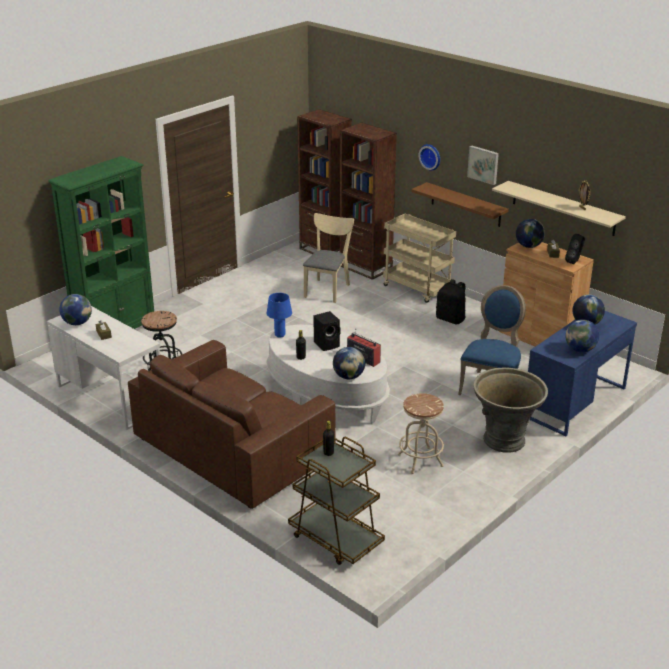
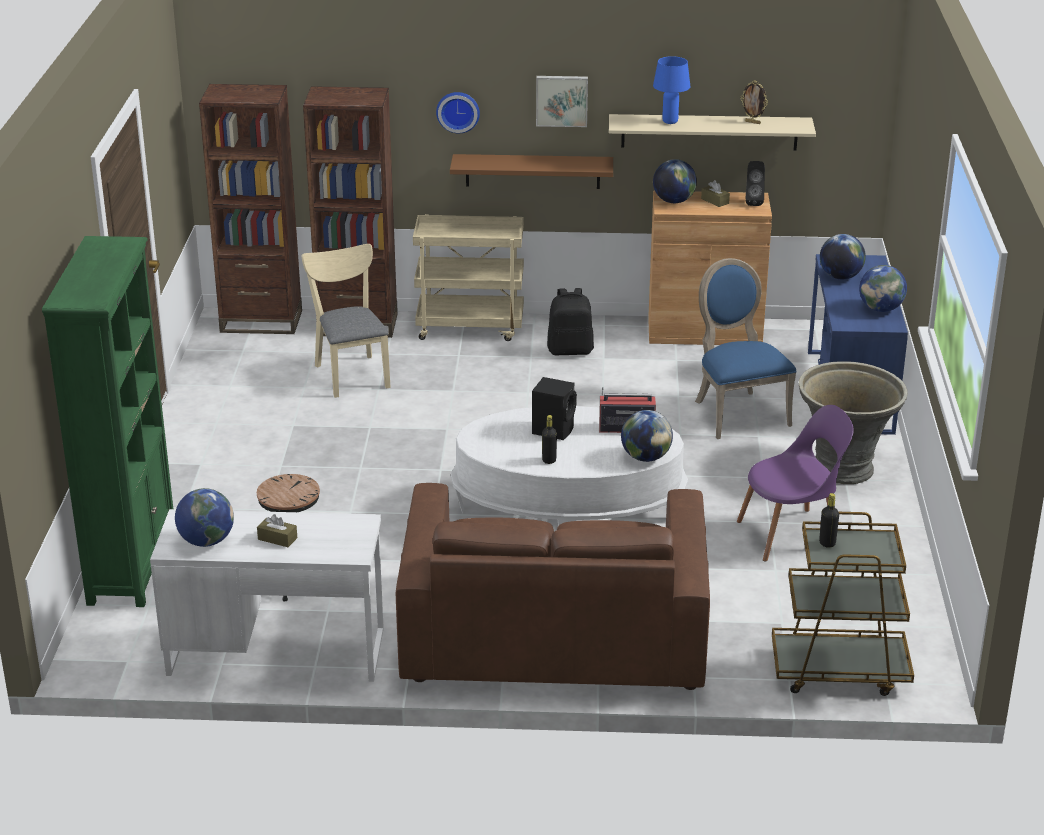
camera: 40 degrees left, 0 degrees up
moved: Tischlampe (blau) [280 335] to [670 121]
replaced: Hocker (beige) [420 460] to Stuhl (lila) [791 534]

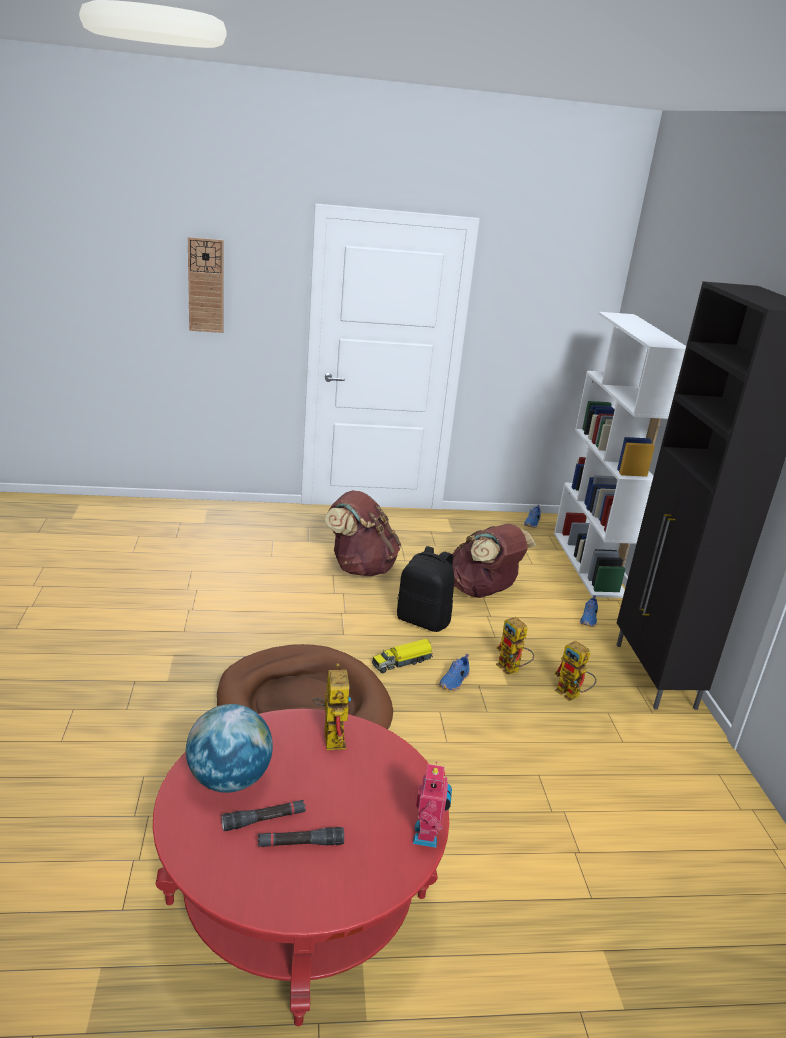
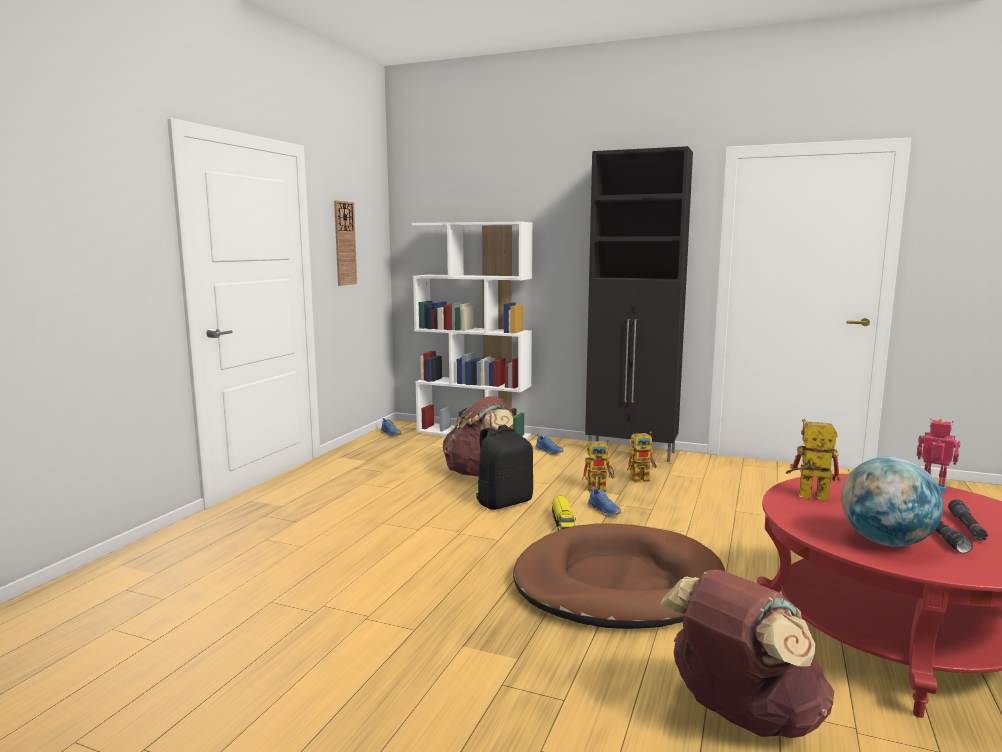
camera: 60 degrees left, 15 degrees down
moved: Wanduhr [206 285] to [345 243]; Rucksack (braun) [360 567] to [741 716]

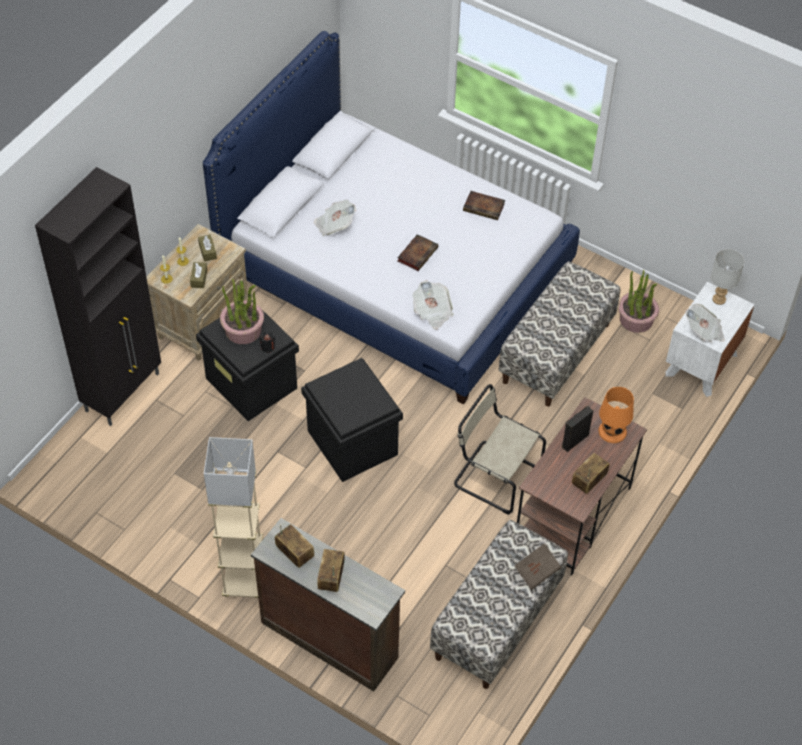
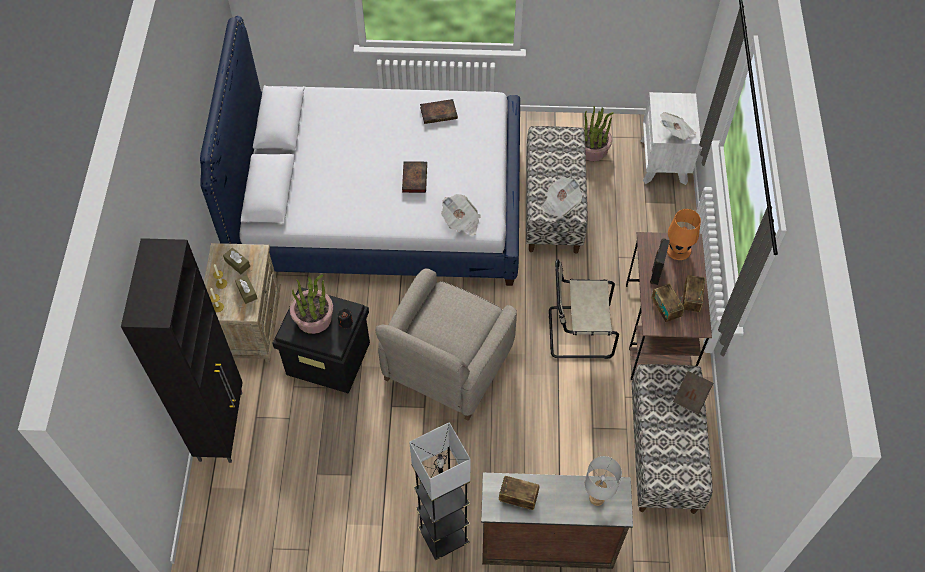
camera: 30 degrees left, 5 degrees up
moved: Zeitung [334 225] to [560 204]; Tischlampe (grau) [719 300] to [597 498]; Radio [331 577] to [665 309]
replaced: Aufbewahrungsbox (schwarz) [351 442] to Sessel (beige) [446 365]
recoloured: Stehlampe (beige) [244 582] to Stehlampe (schwarz) [443 537]

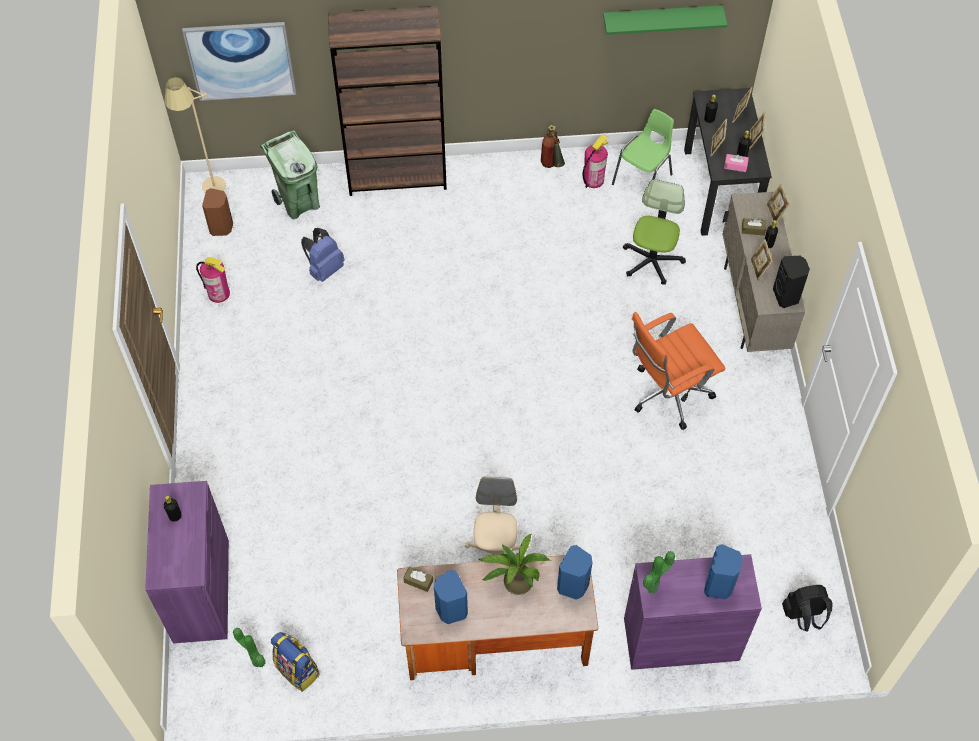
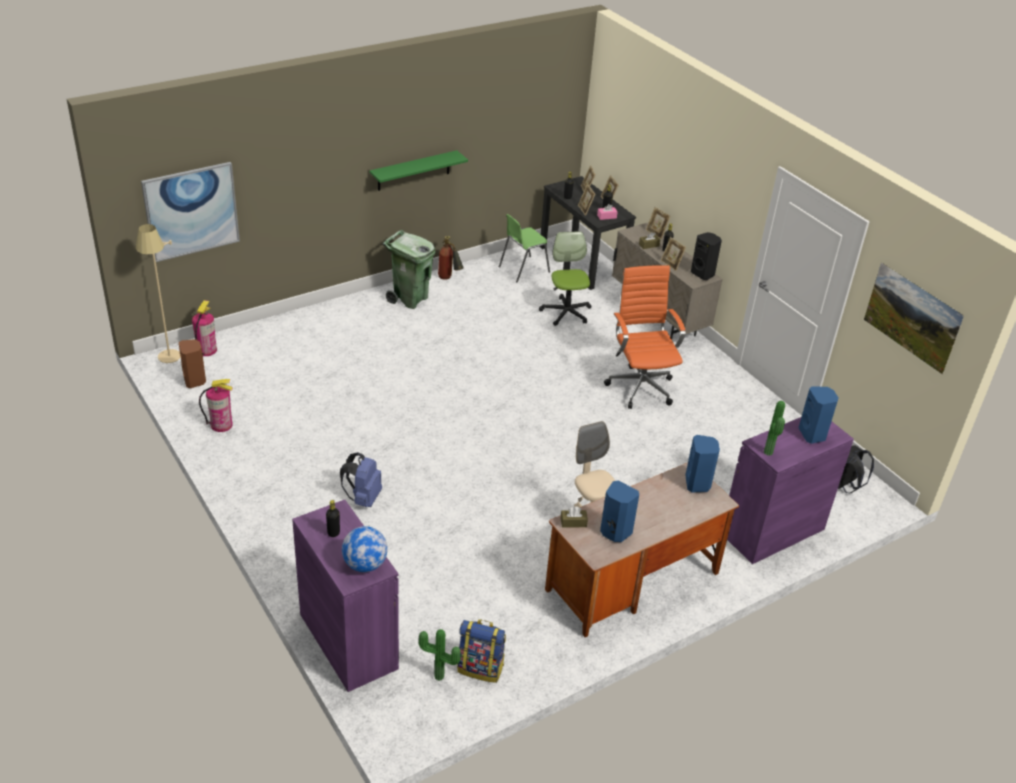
camera: 30 degrees left, 20 degrees down
removed: Bücherregal (braun) [397 177]; Topfpflanze [514 580]
added: Globus [365 565]; Bild [906 332]
moved: Feuerlöscher [593 179] to [206 350]; Rucksack (blau) [324 269] to [363 498]; Wandregal (grün) [661 19] to [414 171]; Mülleimer (grün) [299 203] to [410 299]
turned: Stuhl (grün) [643 179] = [523 269] 135 degrees counterclockwise; Bürostuhl (orange) [667 395] = [640 386] 135 degrees clockwise

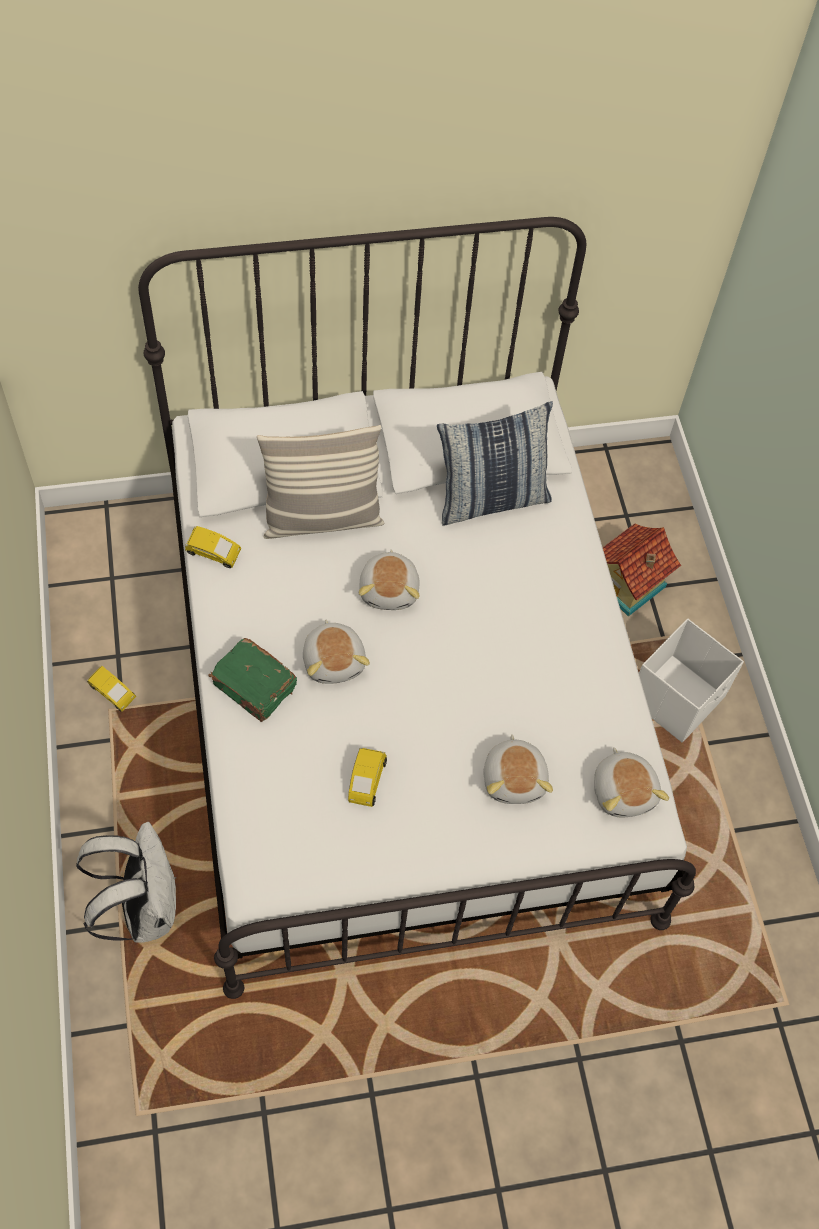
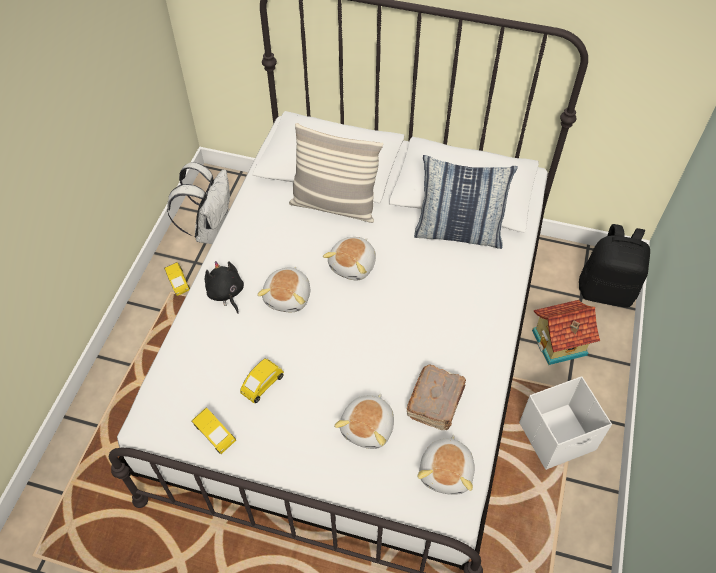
camera: 30 degrees right, 5 degrees down
added: Buch (braun) [436 402]; Rucksack (schwarz) [606 290]
moved: Rucksack (weiß) [143 908] to [211 230]; Spielzeugauto (gelb) [213 554] to [214 435]
replaced: Buch (grün) [254 687] to Plüschtier (schwarz) [226 293]

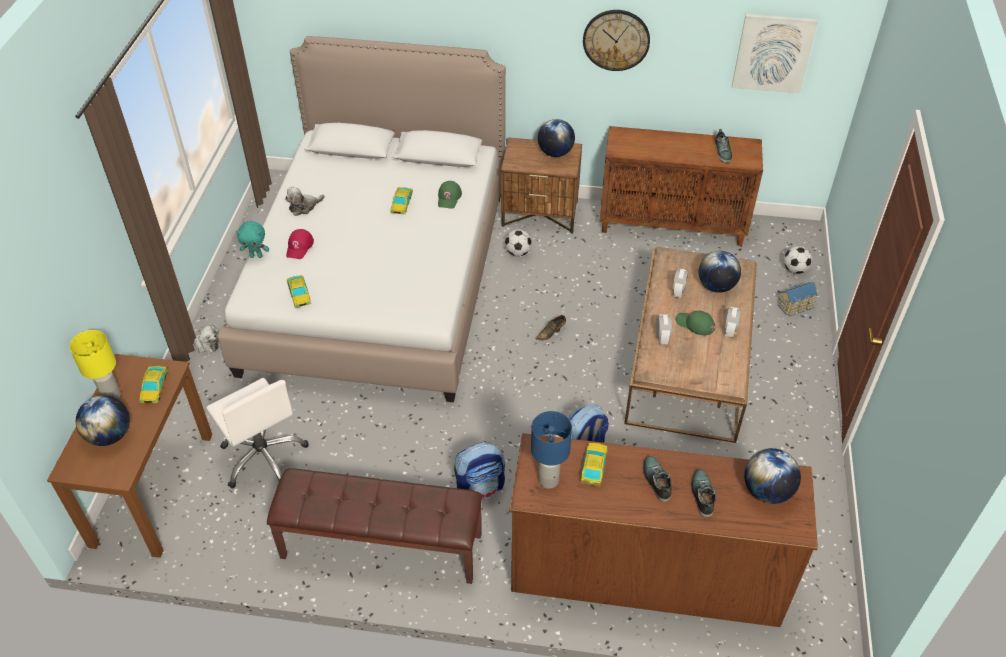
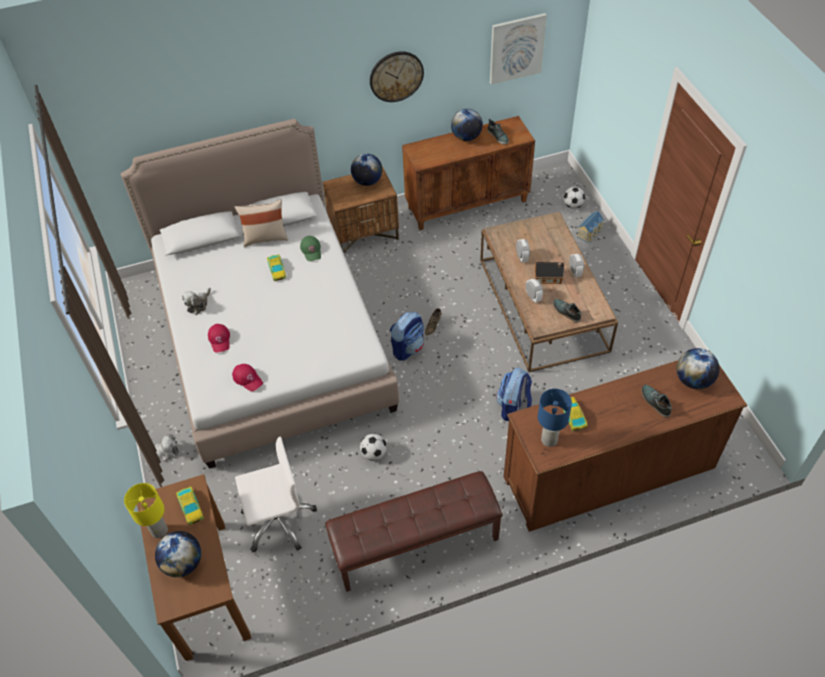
camera: 25 degrees left, 5 degrees up
removed: Plüschtier (türkis) [256 256]
added: Kissen (beige) [265 238]
moved: Fußball [518 252] to [374 453]; Rucksack [480 487] to [408 348]; Globus [716 286] to [466 137]; Schuh [656 480] to [566 312]
replaced: Spielzeugauto [299 294] to Kappe (rot) [248 378]; Kappe (grün) [695 324] to Spielzeughaus [549 277]
turned: Bürostuhl (weiß) [264 456] = [278 520] 45 degrees counterclockwise

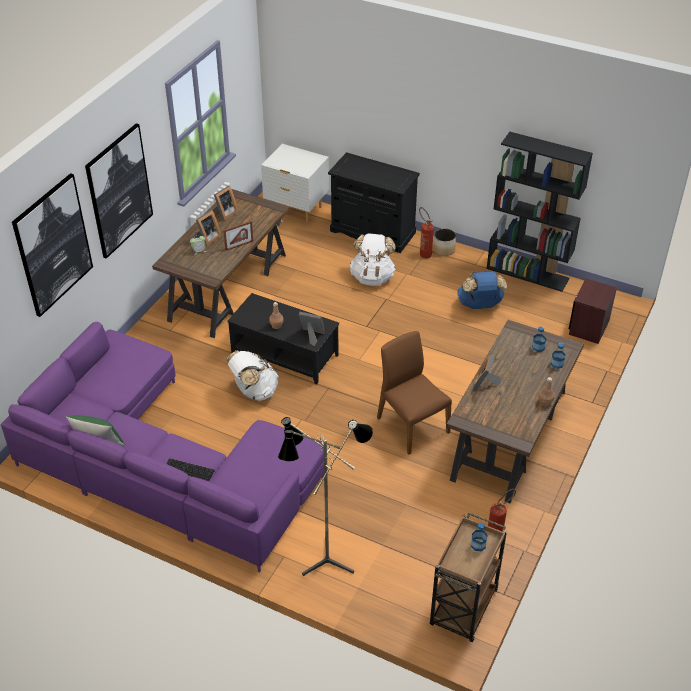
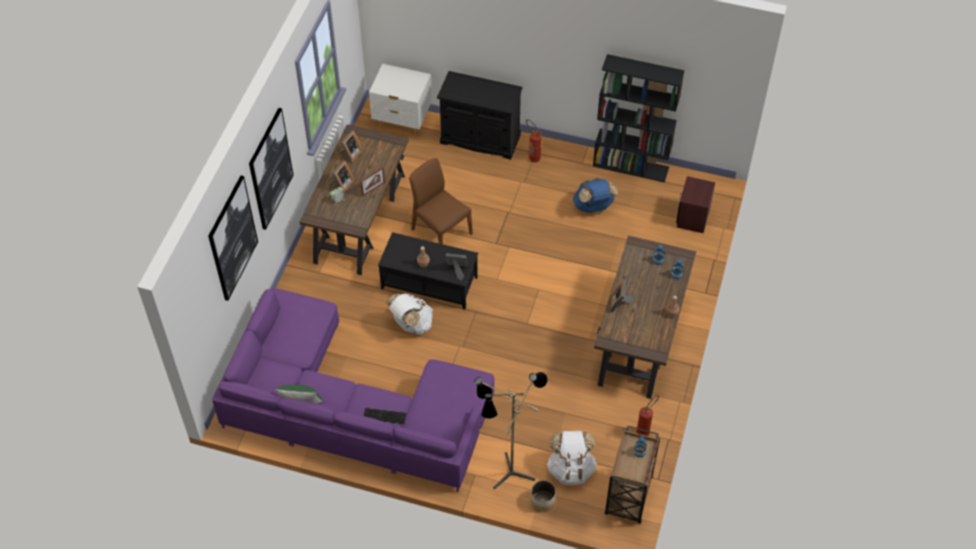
camera: 10 degrees left, 10 degrees up
moved: Stuhl (braun) [411 425] to [440 231]; Pflanzkübel [443 250] to [543 501]; Rucksack (weiß) [372 277] to [571 469]

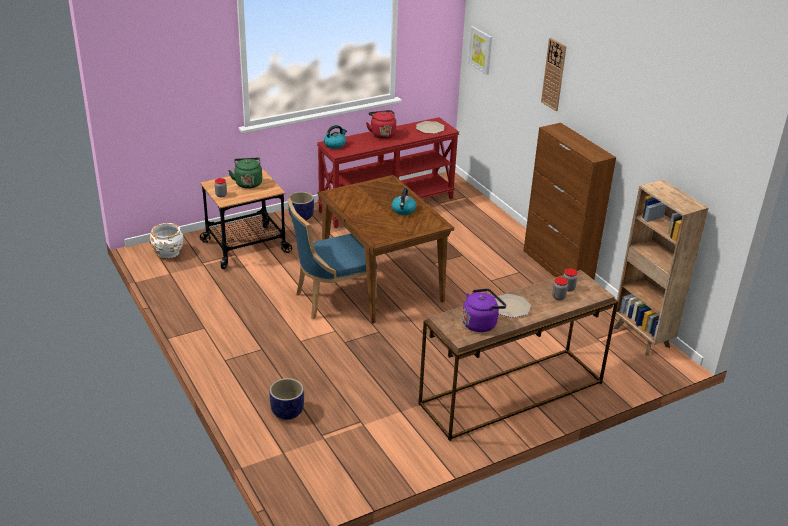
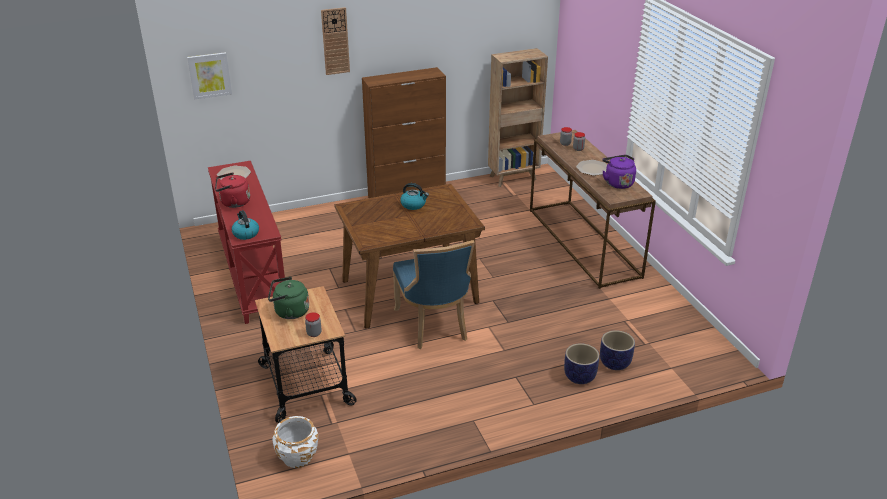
camera: 80 degrees left, 0 degrees up
moved: Pflanzkübel [301 217] to [579 377]

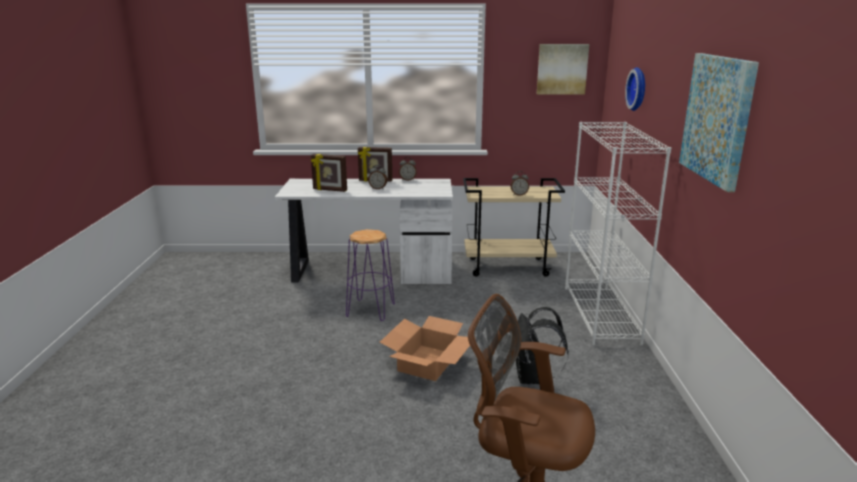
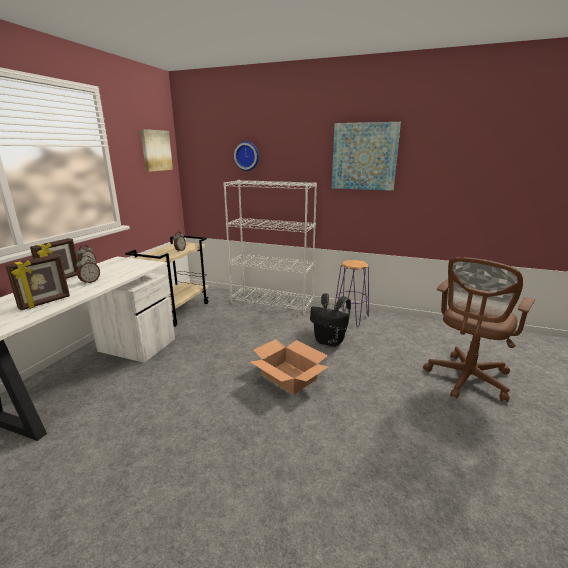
camera: 70 degrees left, 0 degrees up
moved: Hocker (lila) [370 310] to [350 318]

